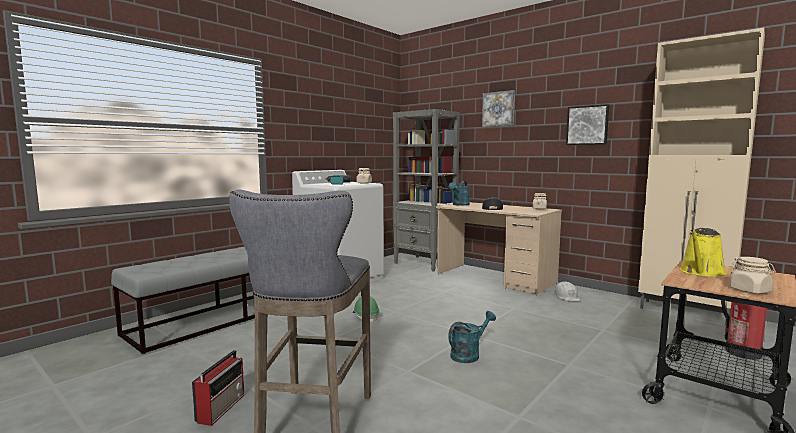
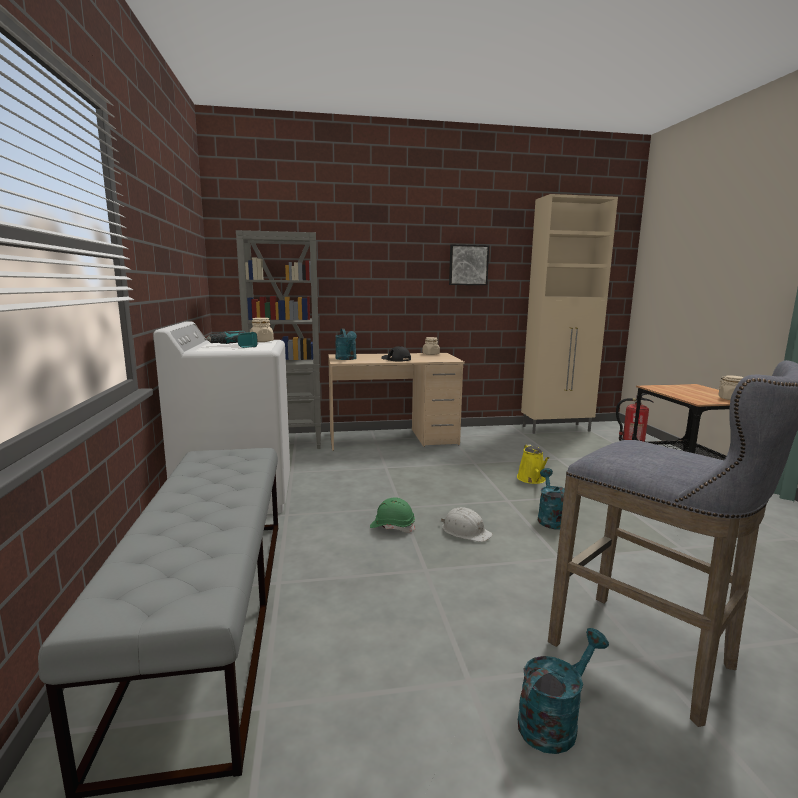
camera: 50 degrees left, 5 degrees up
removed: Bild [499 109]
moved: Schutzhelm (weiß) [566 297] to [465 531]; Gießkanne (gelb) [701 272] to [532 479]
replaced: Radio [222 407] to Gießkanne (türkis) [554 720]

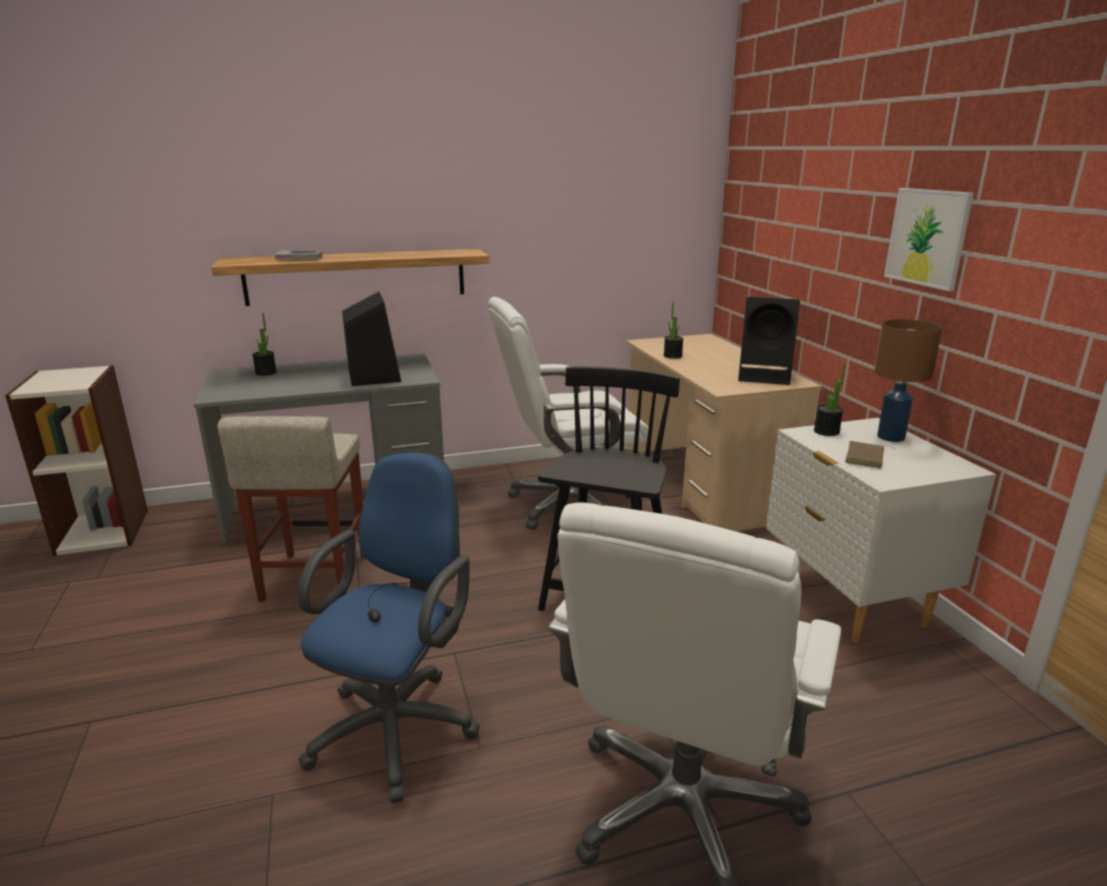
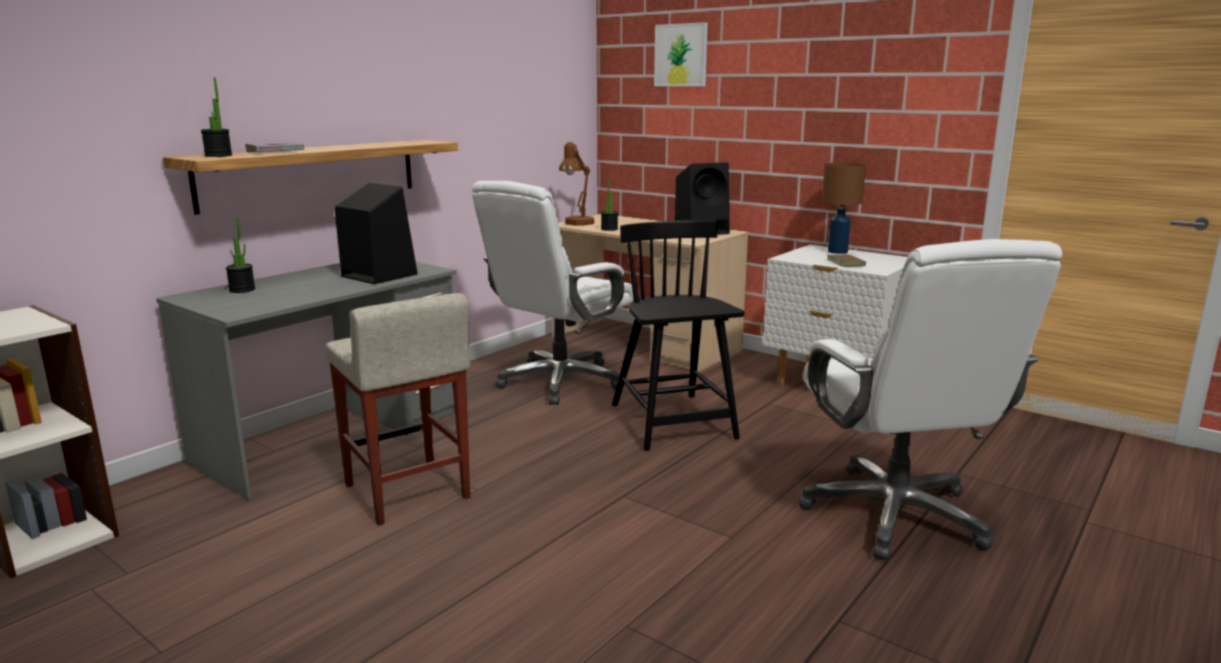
camera: 35 degrees left, 5 degrees down
removed: Bürostuhl (blau) [399 725]
added: Tischlampe (braun) [577 224]
moved: Topfpflanze [826 431] to [218 155]; Bild [927 237] to [681 55]

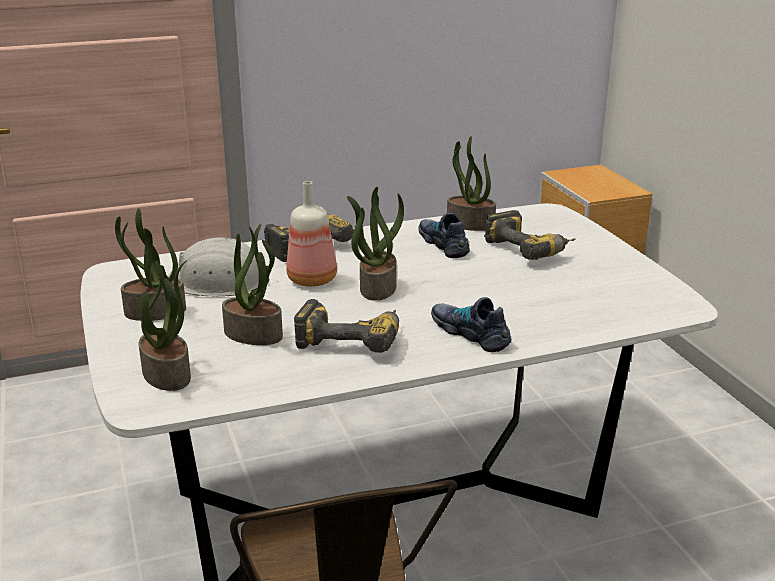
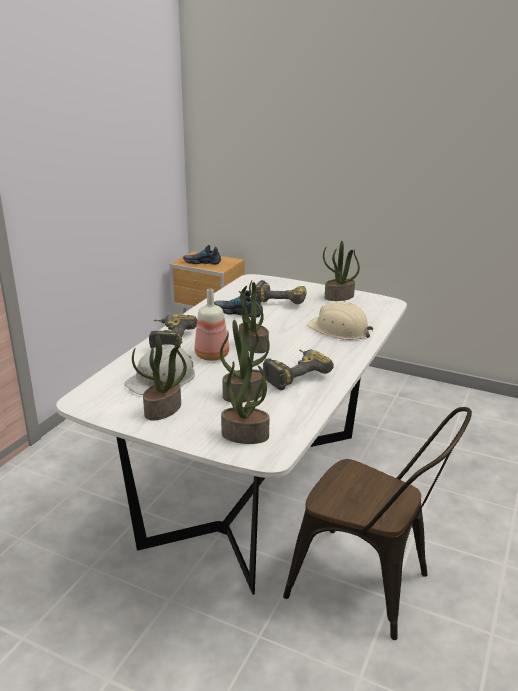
camera: 45 degrees left, 0 degrees up
added: Schutzhelm (beige) [339 329]
moved: Schuh [470 333] to [202 262]; Topfpflanze [469 224] to [339 297]

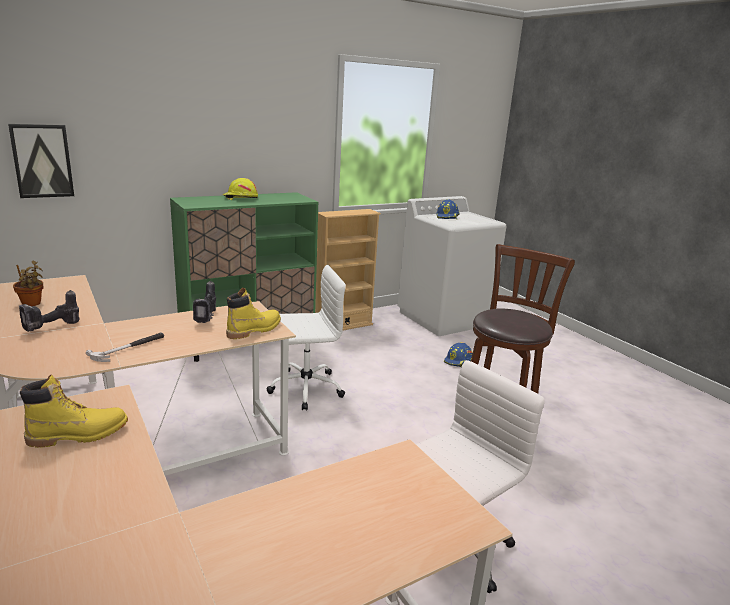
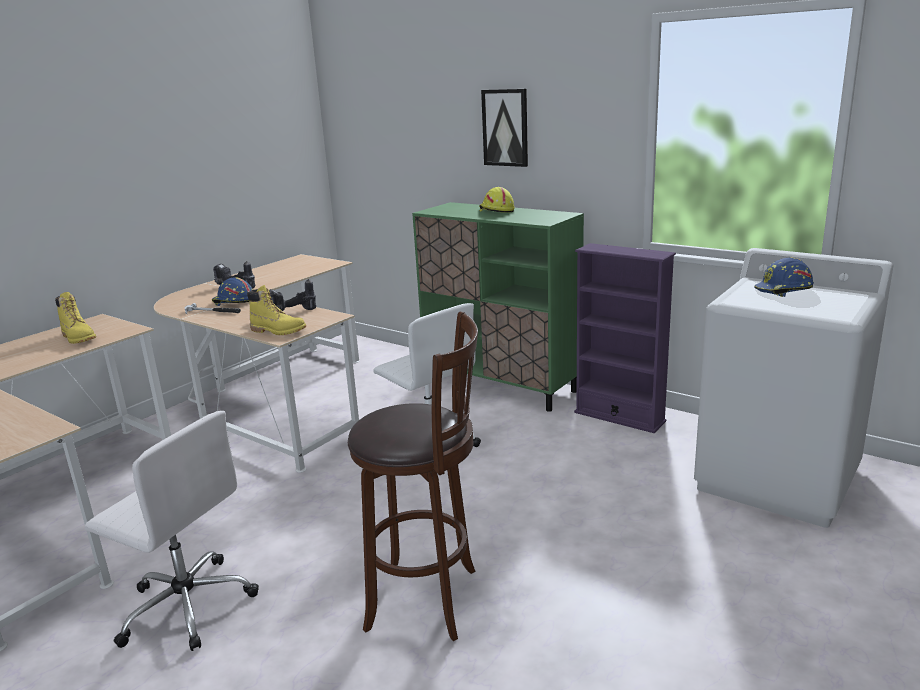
camera: 70 degrees right, 0 degrees up
removed: Topfpflanze [32 304]
moved: Schutzhelm (blau) [458 361] to [234 302]; Bild [42 161] to [505 127]
recoloured: Bücherregal (beige) [343 326] to Bücherregal (lila) [619 417]

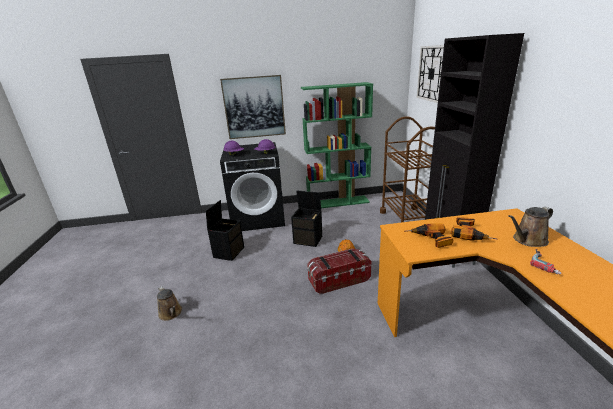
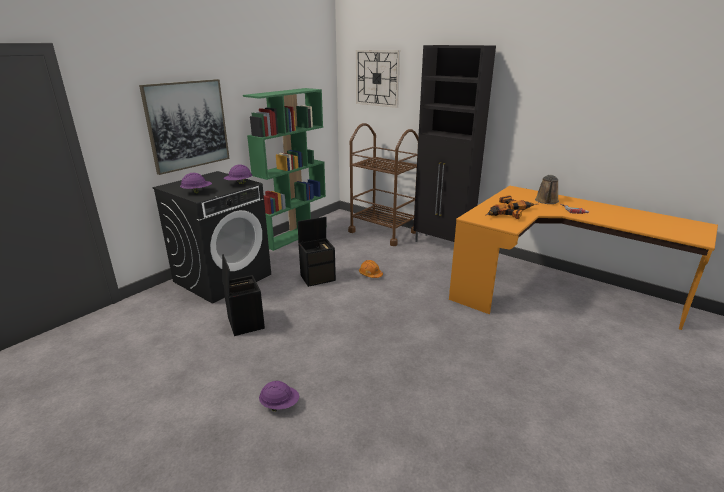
camera: 45 degrees left, 0 degrees up
removed: Aufbewahrungsbox [338 280]
replaced: Gießkanne (braun) [171 313] to Schutzhelm (lila) [280 405]

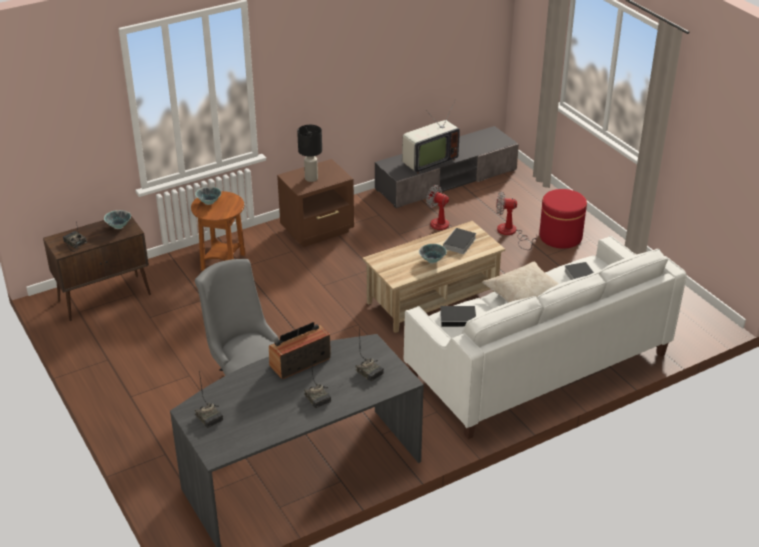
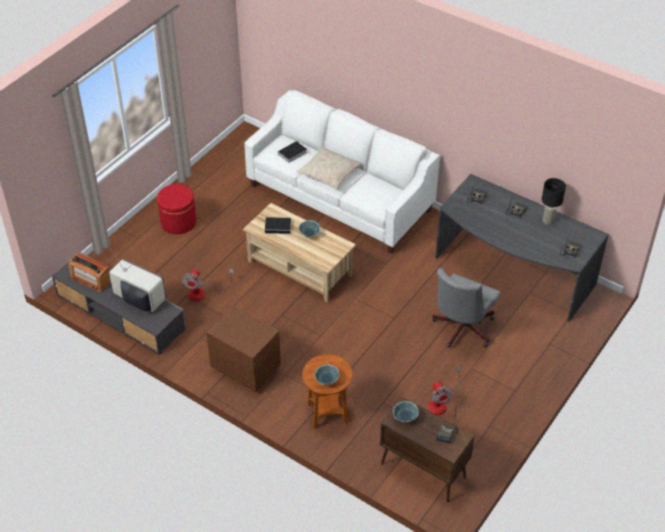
camera: 115 degrees left, 10 degrees up
removed: Buch [459 318]
moved: Radio [300 362] to [91 279]; Ventilator [511 233] to [440 402]; Tischlampe (schwarz) [311 178] to [547 221]

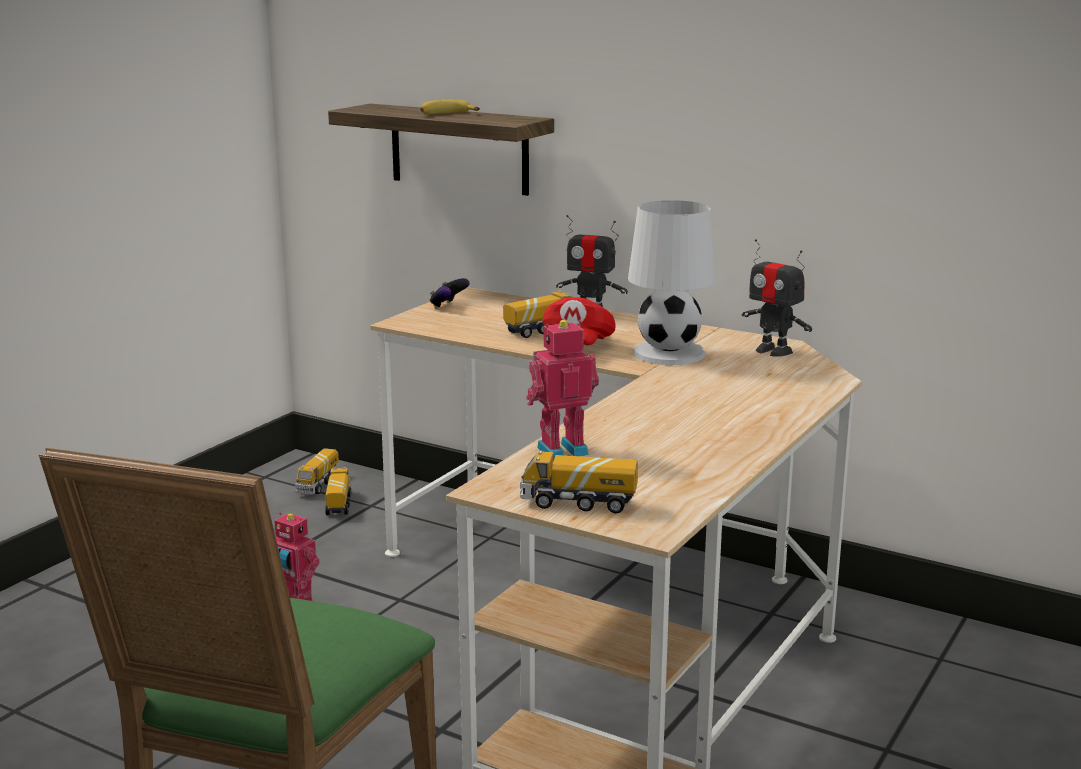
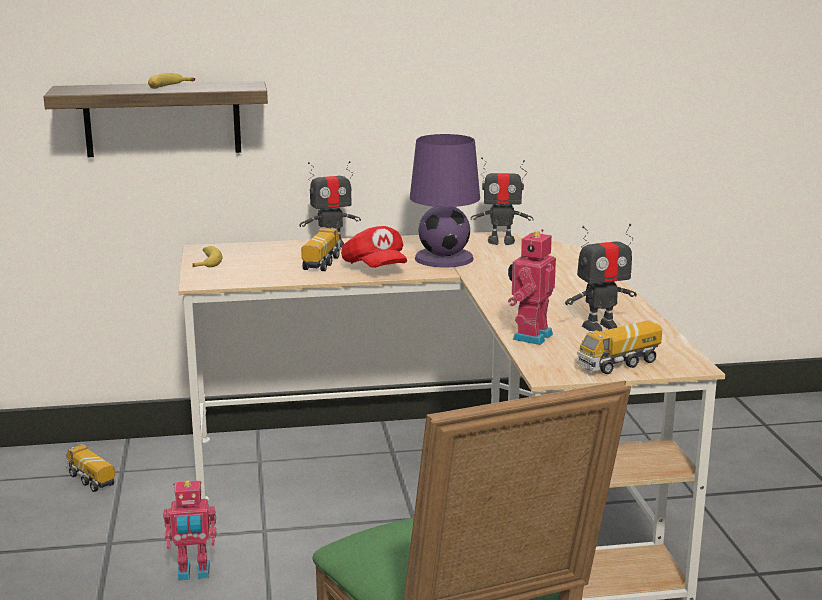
camera: 40 degrees left, 0 degrees up
removed: Spielzeuglaster [318 485]
added: Spielzeugroboter [600 327]
replaced: Gamepad [448 306] to Banane [206 262]
recoloured: Tischlampe (weiß) [669 353] to Tischlampe (lila) [444 258]

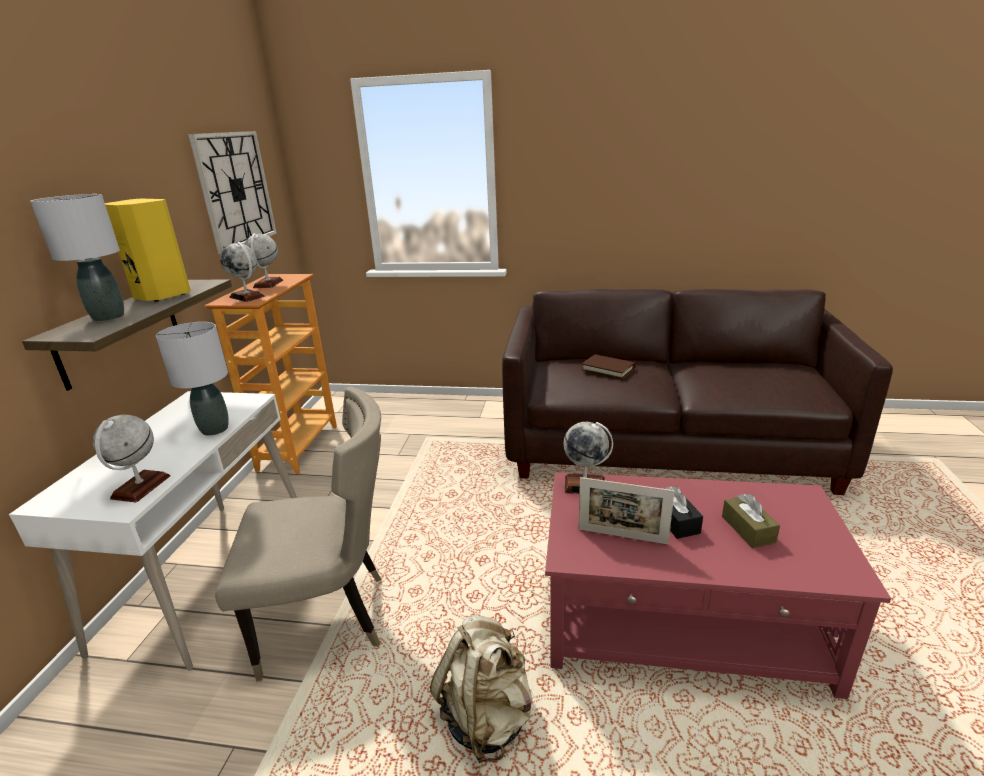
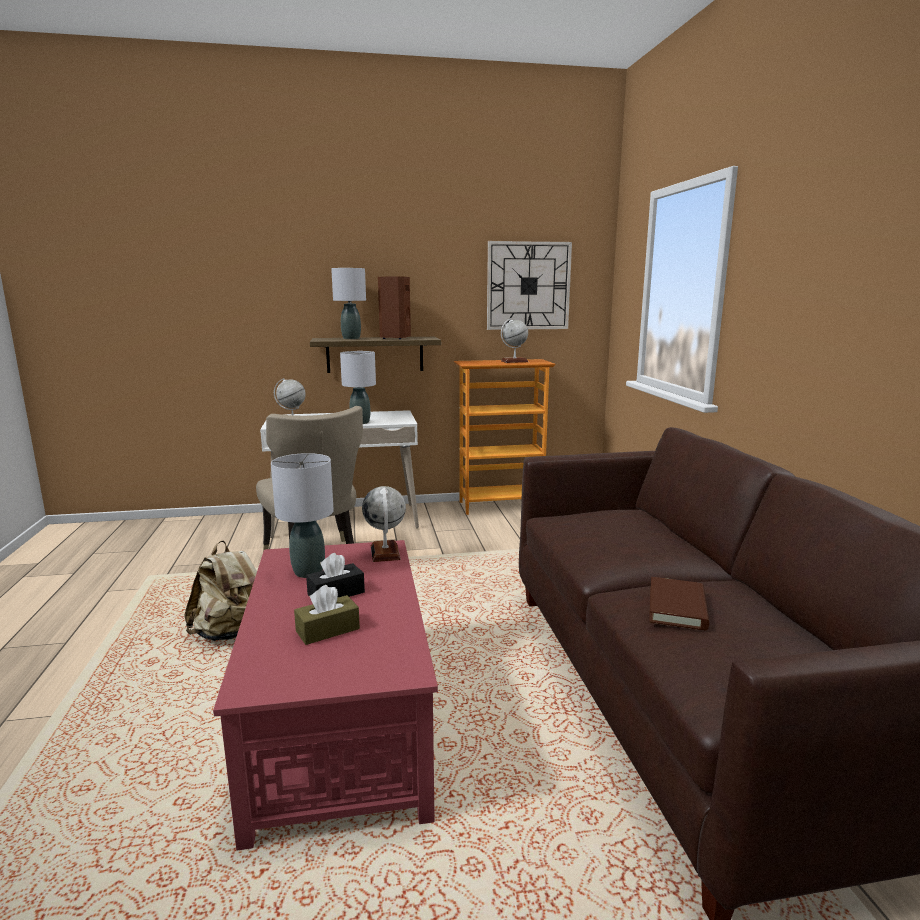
camera: 70 degrees right, 10 degrees down
removed: Globus [247 297]
moved: Buch (braun) [608 369] to [677 607]
replaced: Bilderrahmen [622 536] to Tischlampe (grau) [309 572]
recoloured: Lautsprecher (gelb) [160 296] to Lautsprecher (braun) [394 338]

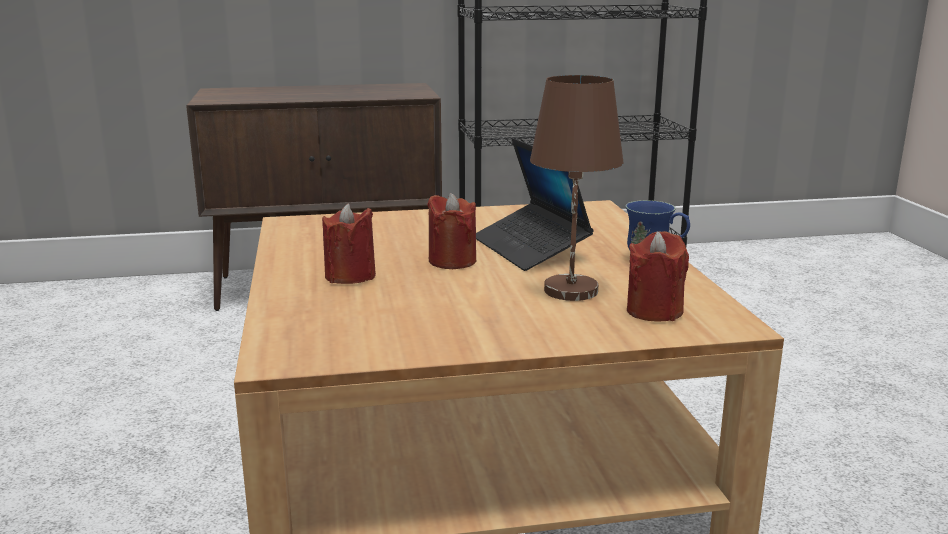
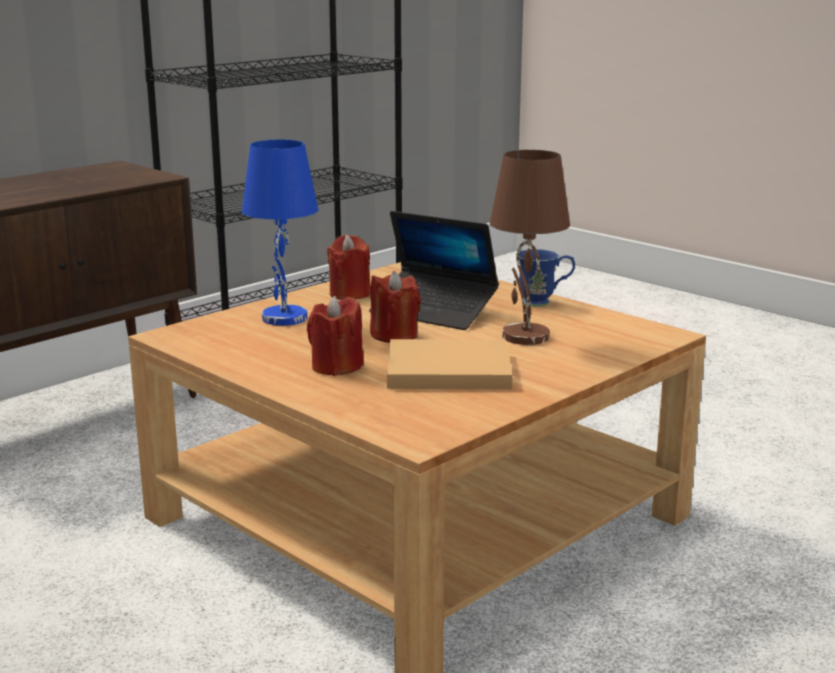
camera: 35 degrees left, 0 degrees up
added: Tischlampe (blau) [285 318]; Buch (beige) [444 370]
moved: Kerze (rot) [654 311] to [350 294]

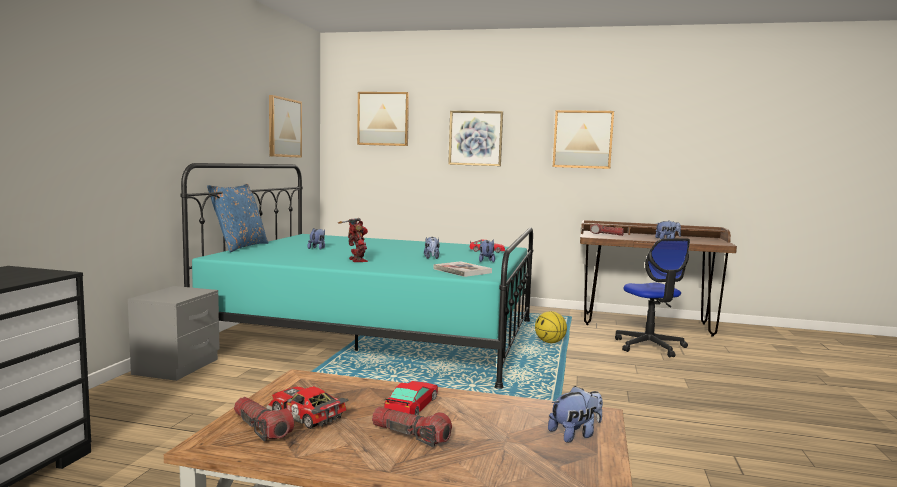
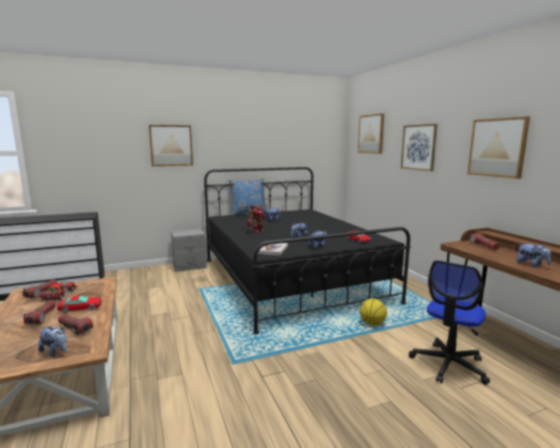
camera: 55 degrees right, 5 degrees up
added: Taschenlampe [75 328]
moved: Bild [284 127] to [171 145]
recoloured: Bett (türkis) [377 334] to Bett (schwarz) [291 279]

